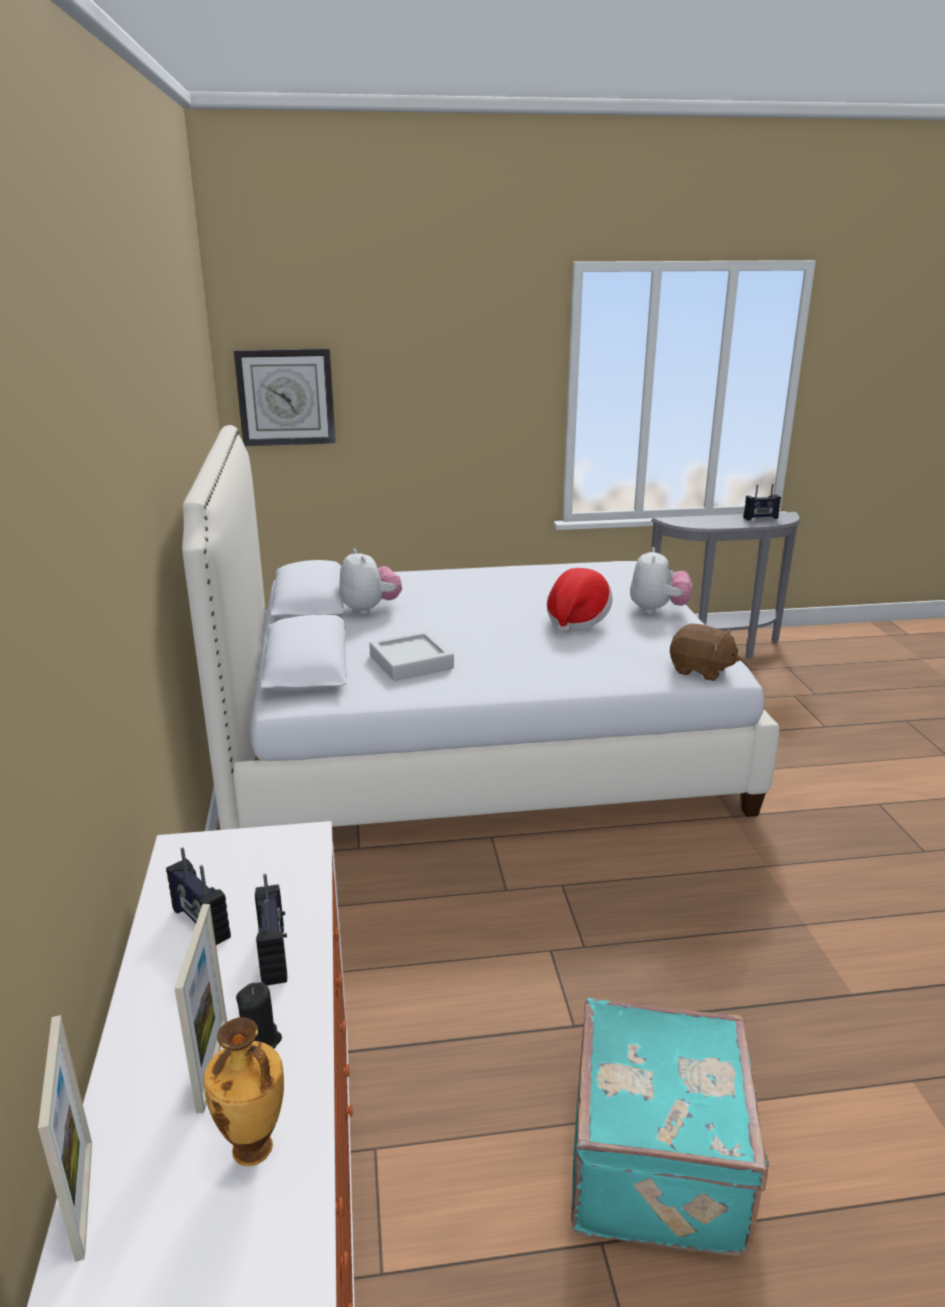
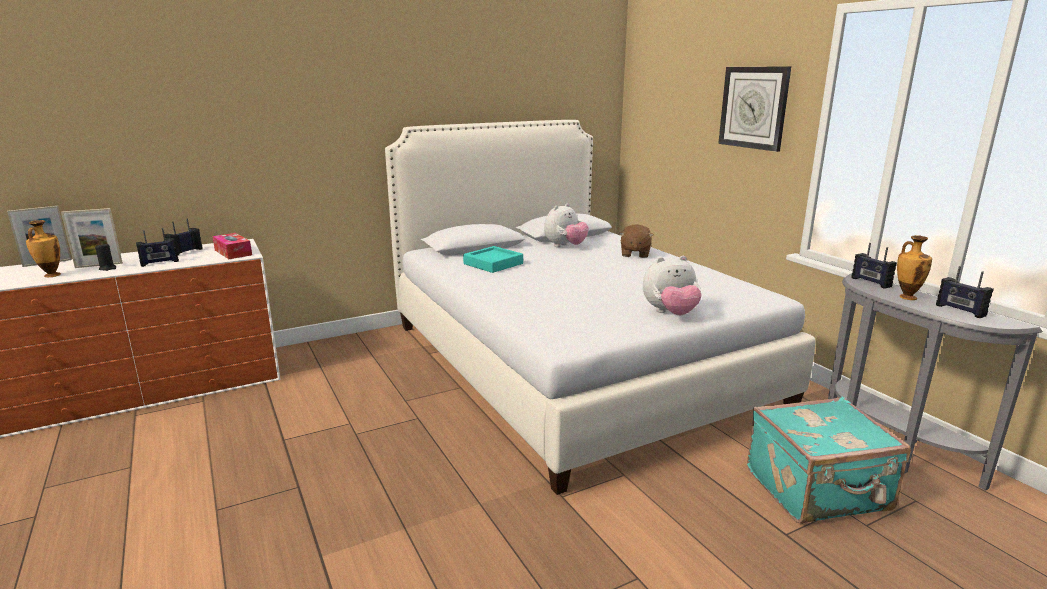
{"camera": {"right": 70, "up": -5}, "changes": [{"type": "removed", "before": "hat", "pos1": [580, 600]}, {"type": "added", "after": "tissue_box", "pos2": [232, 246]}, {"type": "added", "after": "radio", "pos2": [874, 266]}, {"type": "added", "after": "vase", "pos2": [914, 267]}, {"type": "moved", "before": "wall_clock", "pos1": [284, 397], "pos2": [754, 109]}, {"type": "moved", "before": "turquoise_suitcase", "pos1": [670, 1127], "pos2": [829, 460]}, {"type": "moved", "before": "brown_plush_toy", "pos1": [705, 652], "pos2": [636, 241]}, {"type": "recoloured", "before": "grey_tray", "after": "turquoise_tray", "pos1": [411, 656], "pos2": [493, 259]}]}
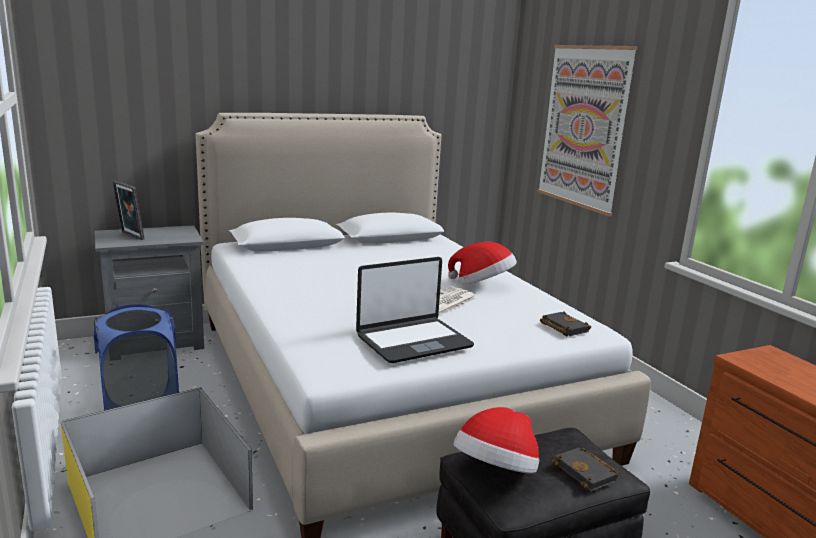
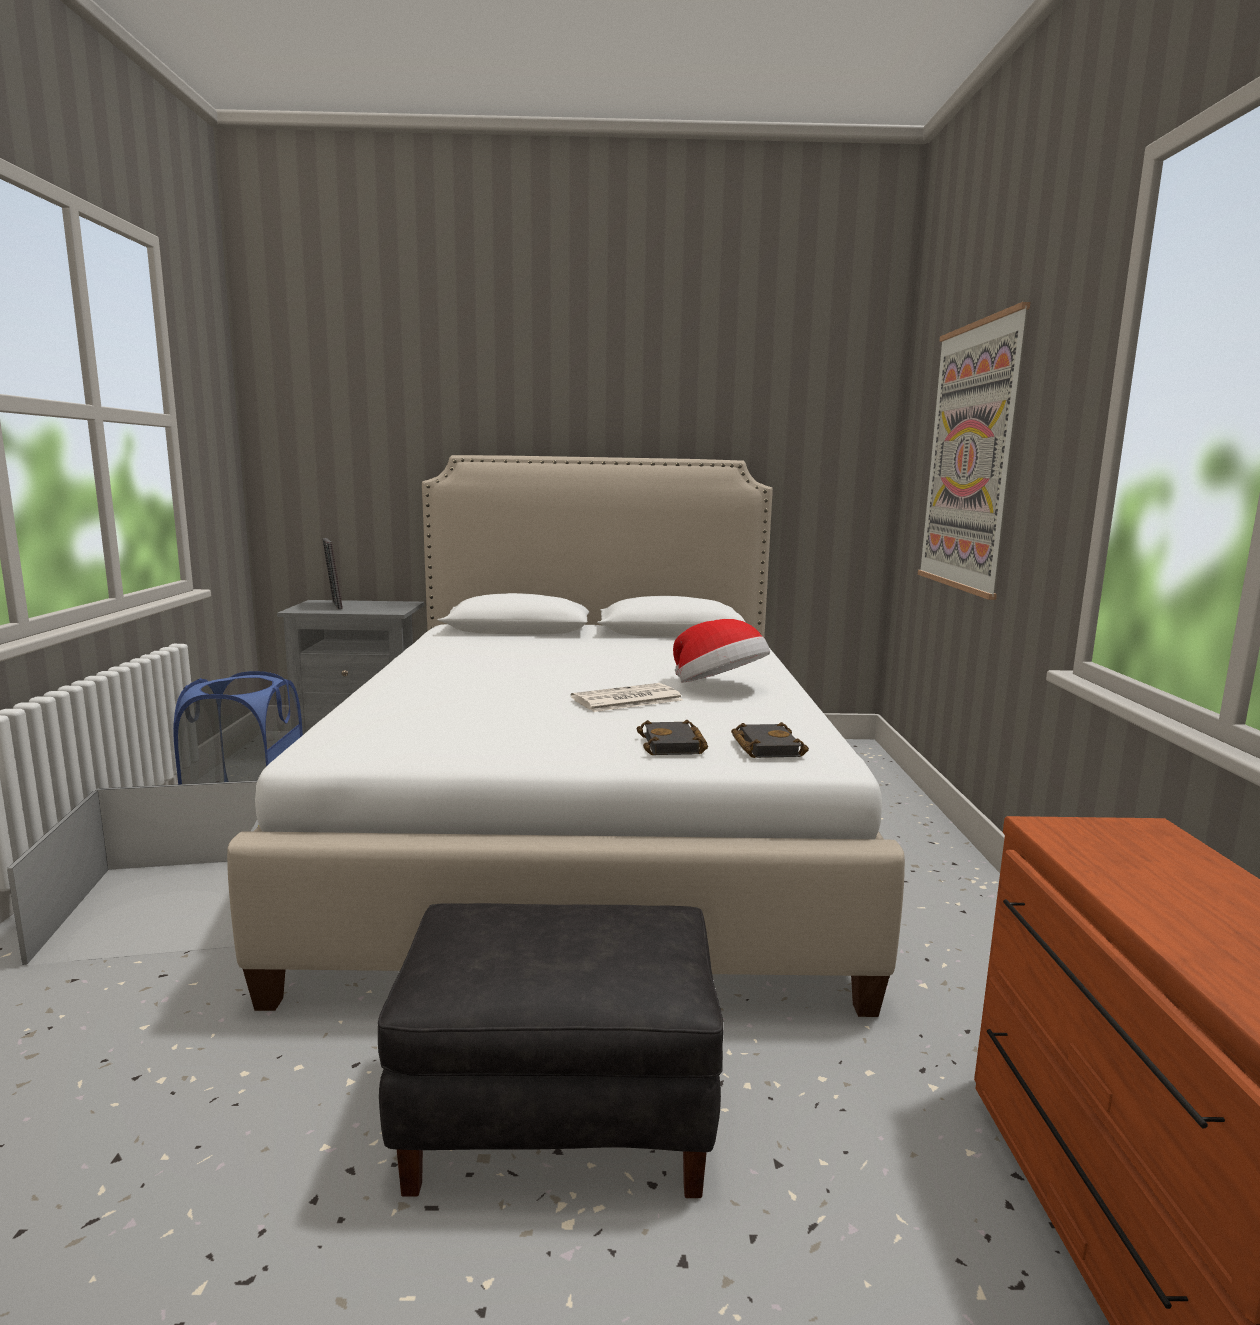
{"camera": {"right": 25, "up": -5}, "changes": [{"type": "removed", "before": "laptop", "pos1": [415, 310]}, {"type": "removed", "before": "hat", "pos1": [496, 440]}, {"type": "moved", "before": "black_book", "pos1": [585, 469], "pos2": [672, 737]}]}
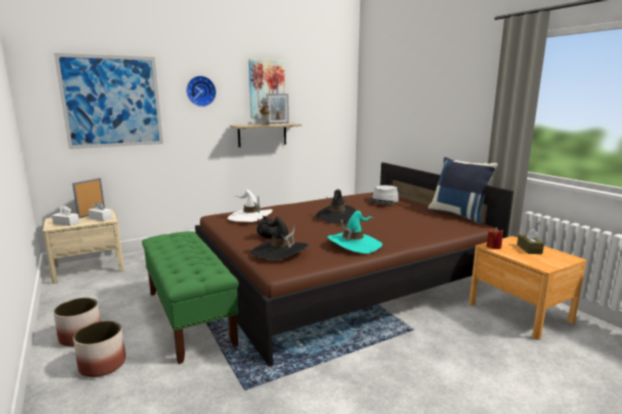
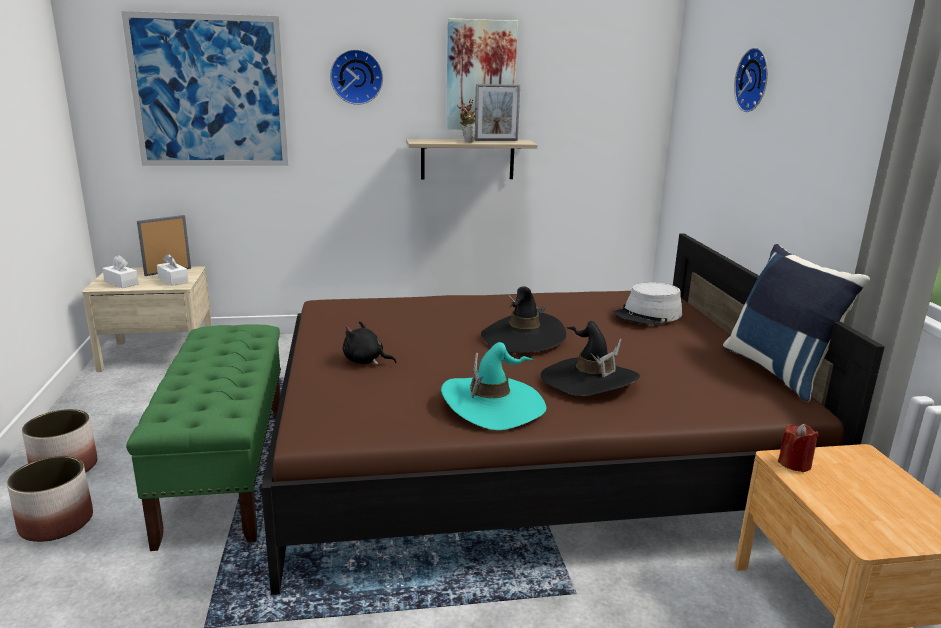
{"camera": {"right": 20, "up": 5}, "changes": [{"type": "removed", "before": "white_hat", "pos1": [249, 206]}, {"type": "removed", "before": "brown_tissue_box", "pos1": [530, 241]}, {"type": "added", "after": "wall_clock", "pos2": [751, 80]}, {"type": "moved", "before": "black_hat", "pos1": [280, 238], "pos2": [590, 358]}]}
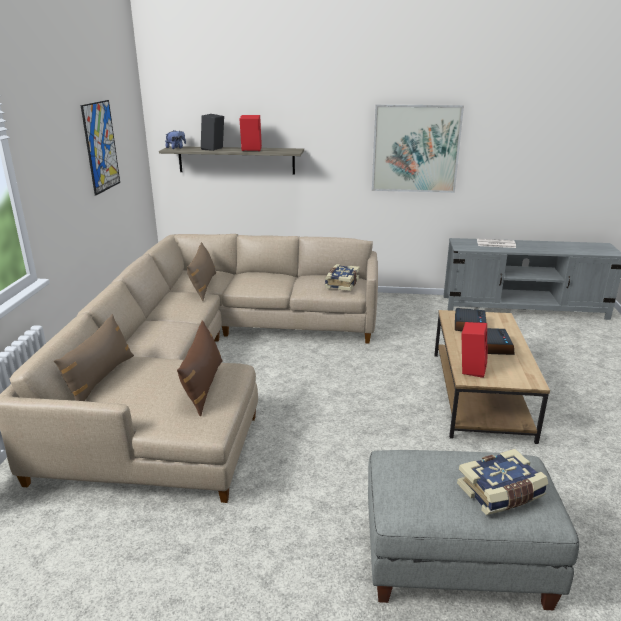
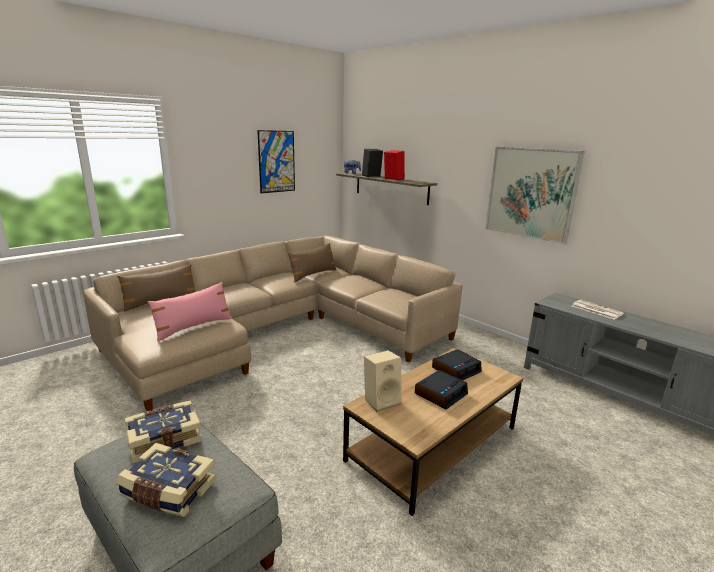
{"camera": {"right": 40, "up": -5}, "changes": [{"type": "moved", "before": "book", "pos1": [342, 277], "pos2": [163, 431]}, {"type": "recoloured", "before": "brown_pillow", "after": "pink_pillow", "pos1": [200, 368], "pos2": [190, 312]}, {"type": "recoloured", "before": "red_speaker", "after": "beige_speaker", "pos1": [475, 350], "pos2": [383, 381]}]}
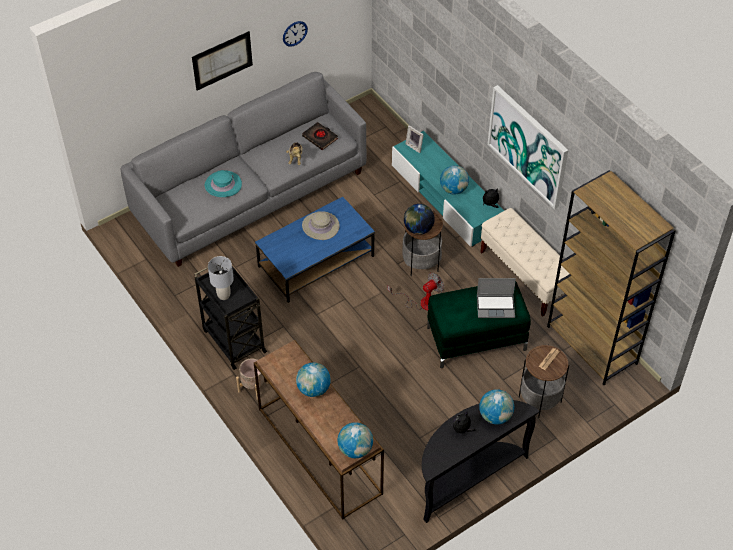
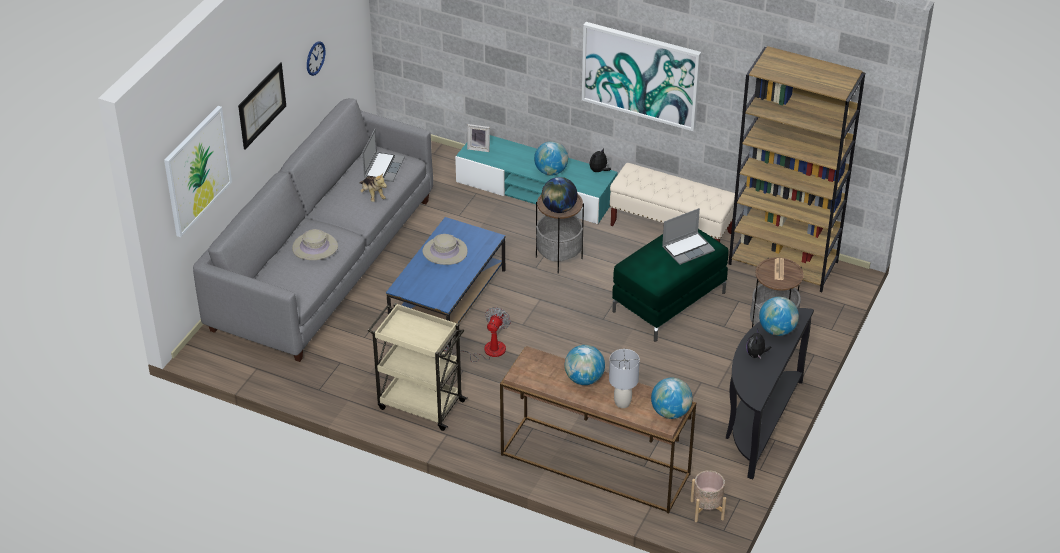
{"camera": {"right": -30, "up": -10}, "changes": [{"type": "added", "after": "picture", "pos2": [198, 171]}, {"type": "moved", "before": "grey_table_lamp", "pos1": [221, 278], "pos2": [624, 378]}, {"type": "moved", "before": "beige_planter", "pos1": [252, 379], "pos2": [708, 496]}, {"type": "moved", "before": "fan", "pos1": [415, 292], "pos2": [477, 334]}, {"type": "replaced", "before": "black_book", "after": "laptop", "pos1": [320, 136], "pos2": [383, 155]}, {"type": "recoloured", "before": "black_cart", "after": "beige_cart", "pos1": [230, 318], "pos2": [417, 367]}, {"type": "recoloured", "before": "turquoise_hat", "after": "beige_hat", "pos1": [223, 183], "pos2": [315, 244]}]}
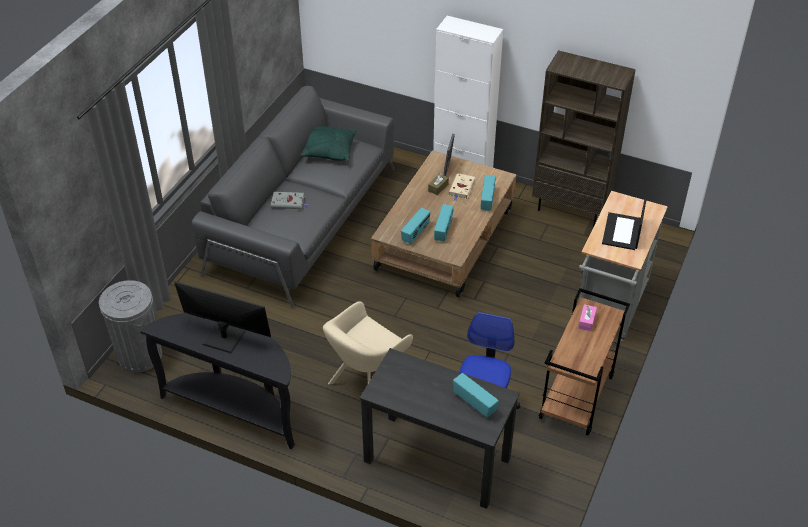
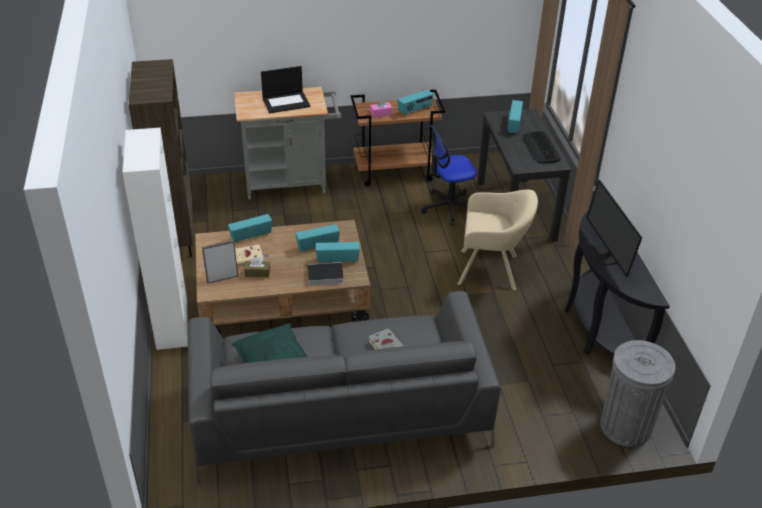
{"camera": {"right": -125, "up": -5}, "changes": [{"type": "added", "after": "book", "pos2": [322, 273]}, {"type": "added", "after": "radio", "pos2": [416, 102]}, {"type": "added", "after": "keyboard", "pos2": [542, 147]}]}
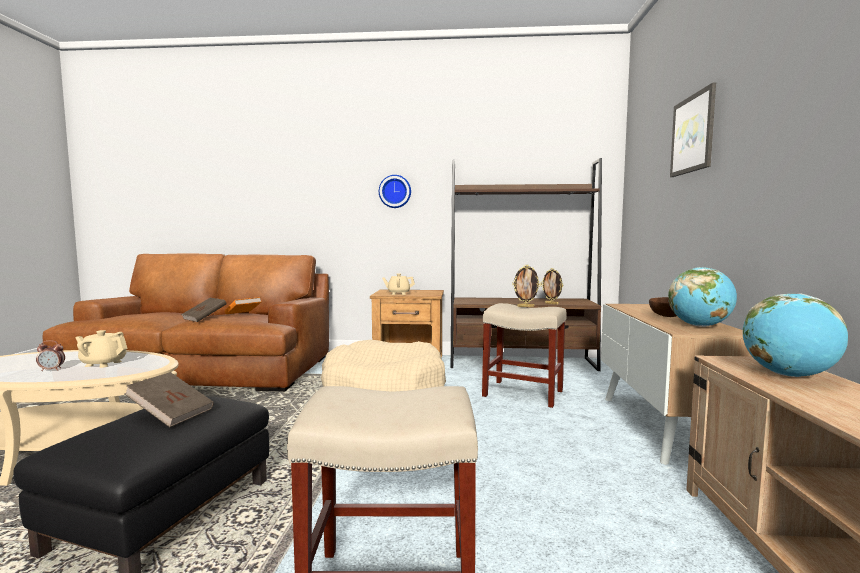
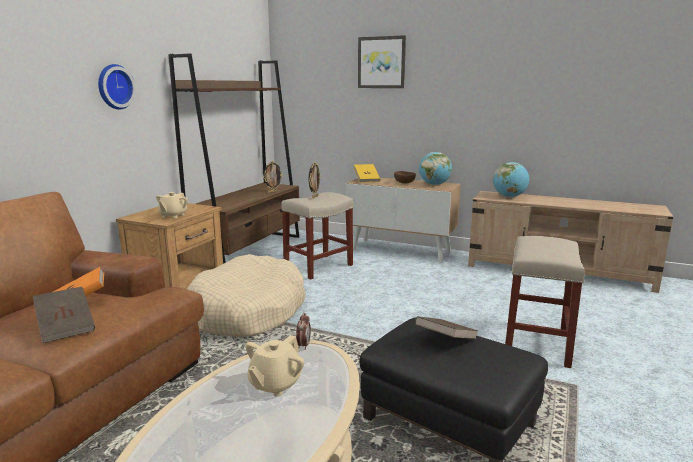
{"camera": {"right": -70, "up": 10}, "changes": [{"type": "added", "after": "yellow_book", "pos2": [367, 173]}, {"type": "moved", "before": "alarm_clock", "pos1": [50, 355], "pos2": [303, 331]}]}
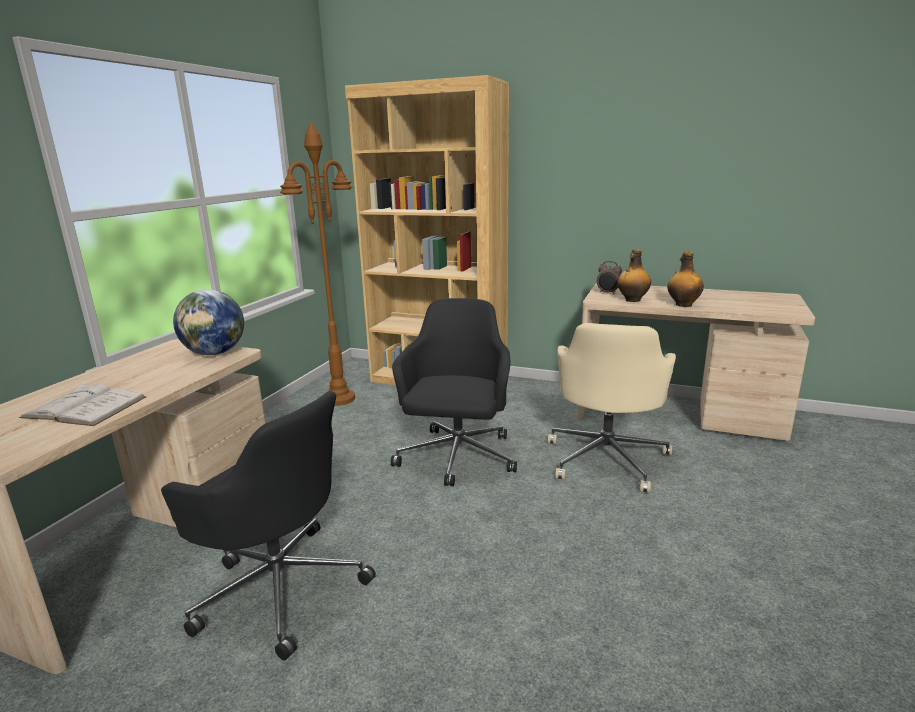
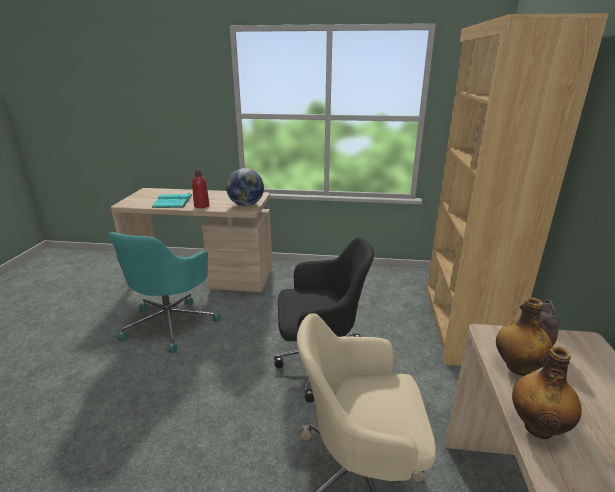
{"camera": {"right": 75, "up": 5}, "changes": [{"type": "removed", "before": "brown_floor_lamp", "pos1": [317, 264]}, {"type": "added", "after": "red_bottle", "pos2": [200, 189]}, {"type": "recoloured", "before": "white_book", "after": "turquoise_book", "pos1": [82, 405], "pos2": [172, 200]}, {"type": "recoloured", "before": "black_office_chair", "after": "turquoise_office_chair", "pos1": [268, 525], "pos2": [164, 292]}]}
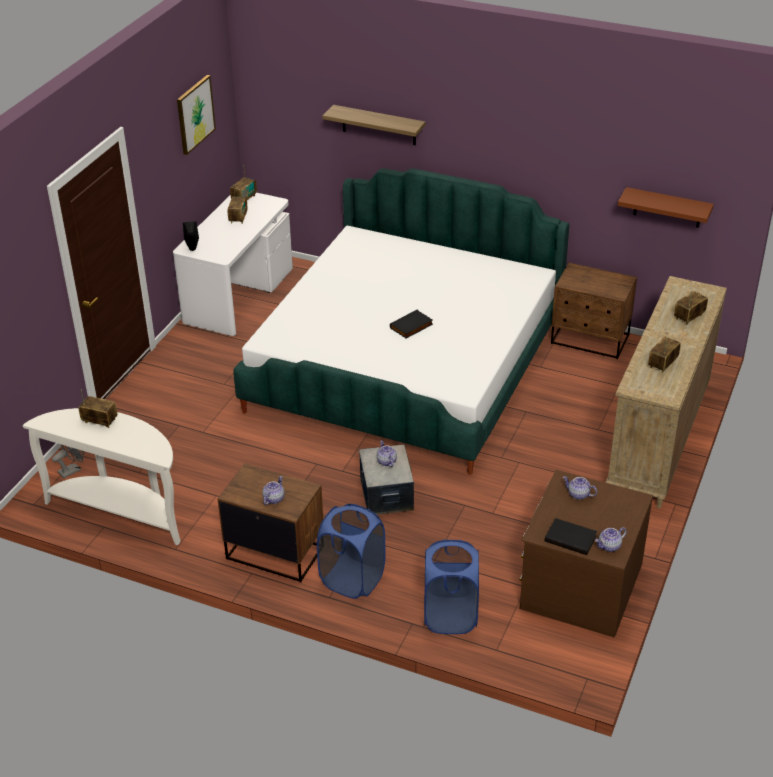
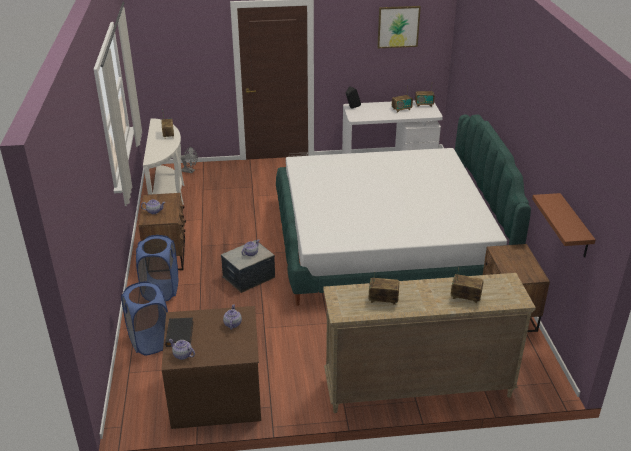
{"camera": {"right": 60, "up": -5}, "changes": [{"type": "removed", "before": "shelf", "pos1": [373, 125]}, {"type": "removed", "before": "black_book", "pos1": [411, 324]}]}
